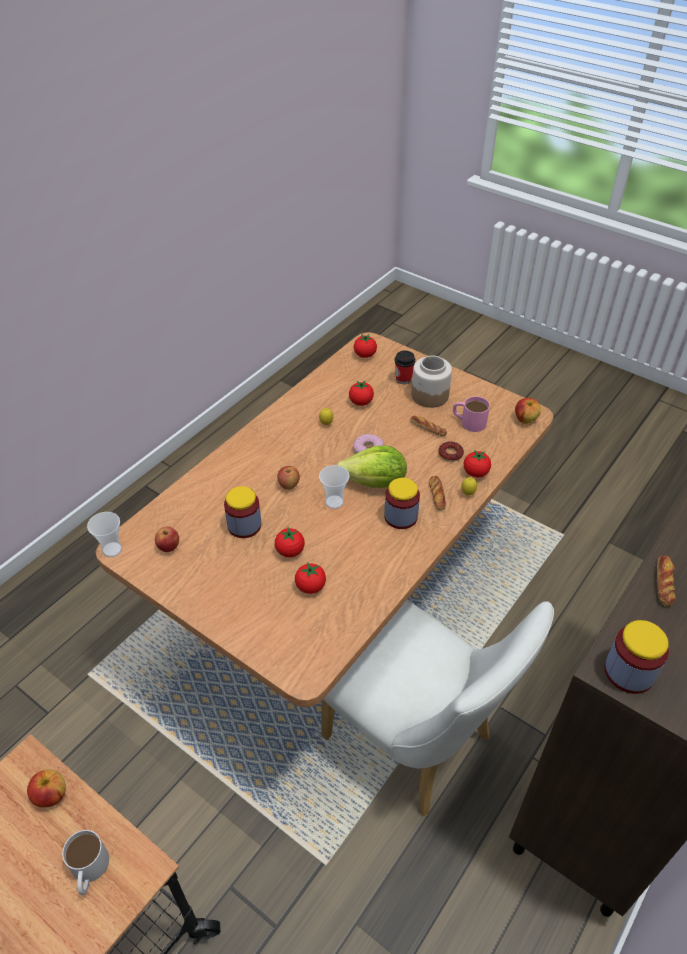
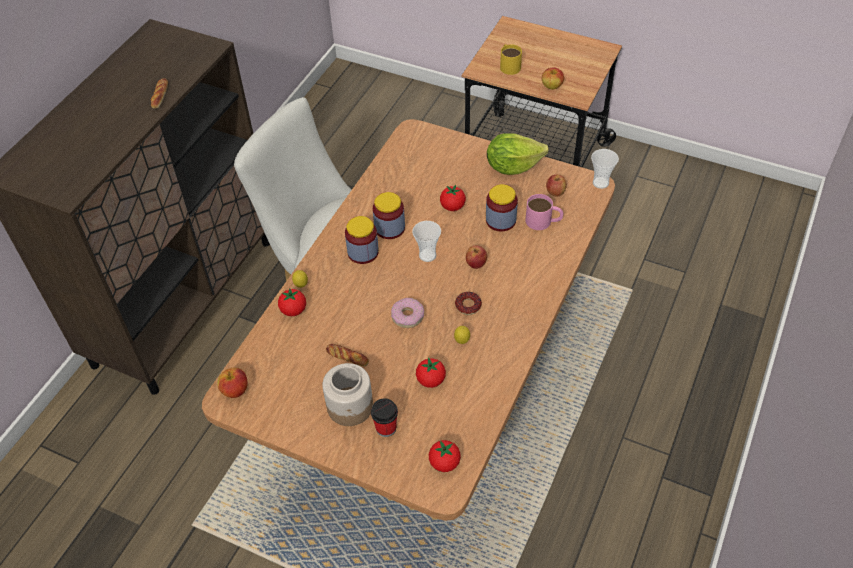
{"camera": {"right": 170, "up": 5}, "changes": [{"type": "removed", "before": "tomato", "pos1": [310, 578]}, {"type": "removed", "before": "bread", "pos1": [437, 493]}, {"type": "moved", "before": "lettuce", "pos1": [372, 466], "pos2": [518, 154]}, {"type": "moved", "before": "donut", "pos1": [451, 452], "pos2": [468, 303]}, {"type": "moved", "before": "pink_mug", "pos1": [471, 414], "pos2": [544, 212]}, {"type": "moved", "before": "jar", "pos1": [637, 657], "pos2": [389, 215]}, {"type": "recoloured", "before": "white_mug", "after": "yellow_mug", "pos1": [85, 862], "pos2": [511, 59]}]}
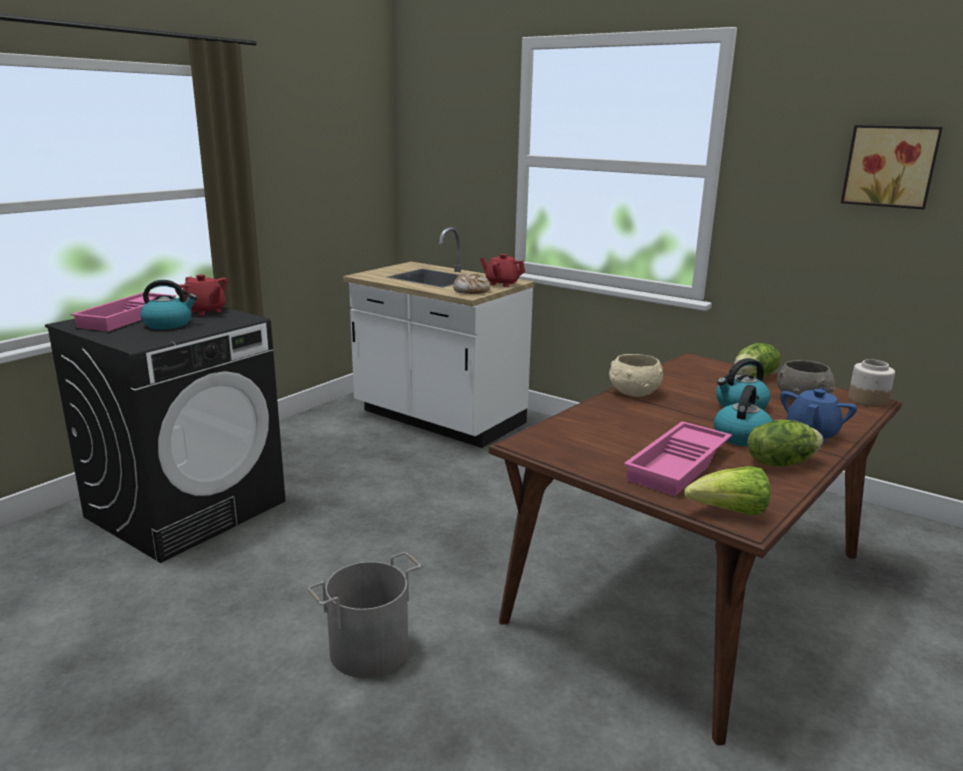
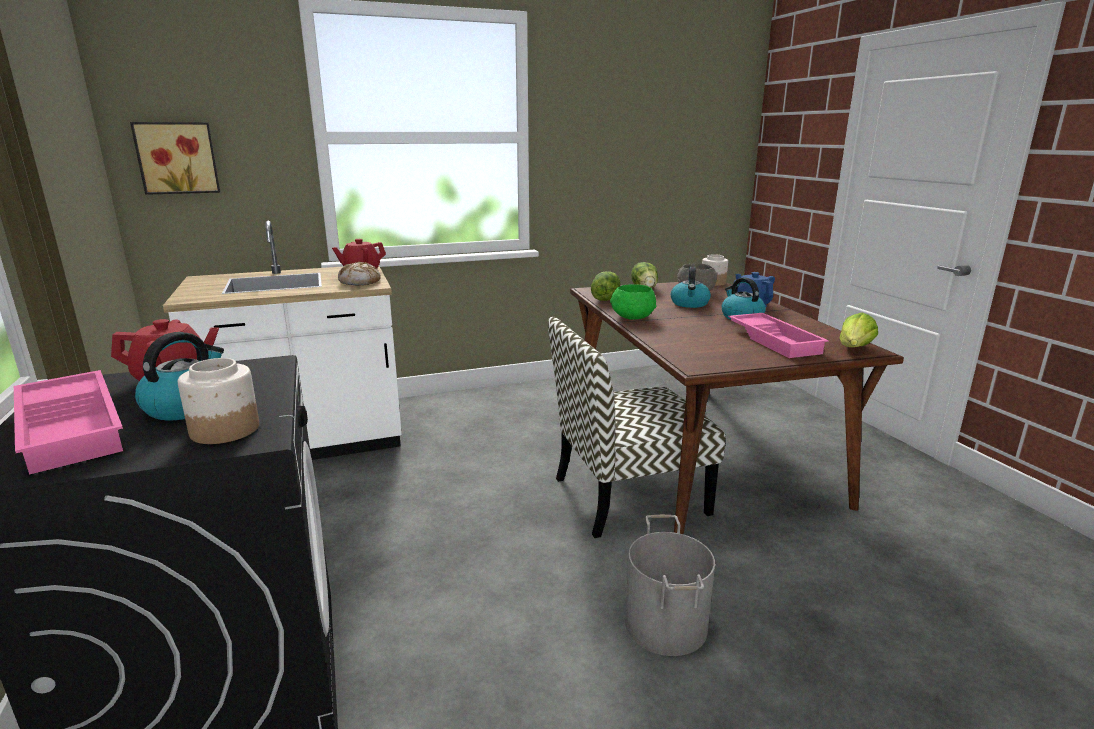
{"camera": {"right": -55, "up": 0}, "changes": [{"type": "added", "after": "jar", "pos2": [218, 401]}, {"type": "added", "after": "chair", "pos2": [637, 427]}, {"type": "moved", "before": "lettuce", "pos1": [785, 443], "pos2": [605, 286]}, {"type": "moved", "before": "picture", "pos1": [892, 167], "pos2": [175, 158]}, {"type": "recoloured", "before": "beige_bowl", "after": "green_bowl", "pos1": [636, 375], "pos2": [633, 302]}]}
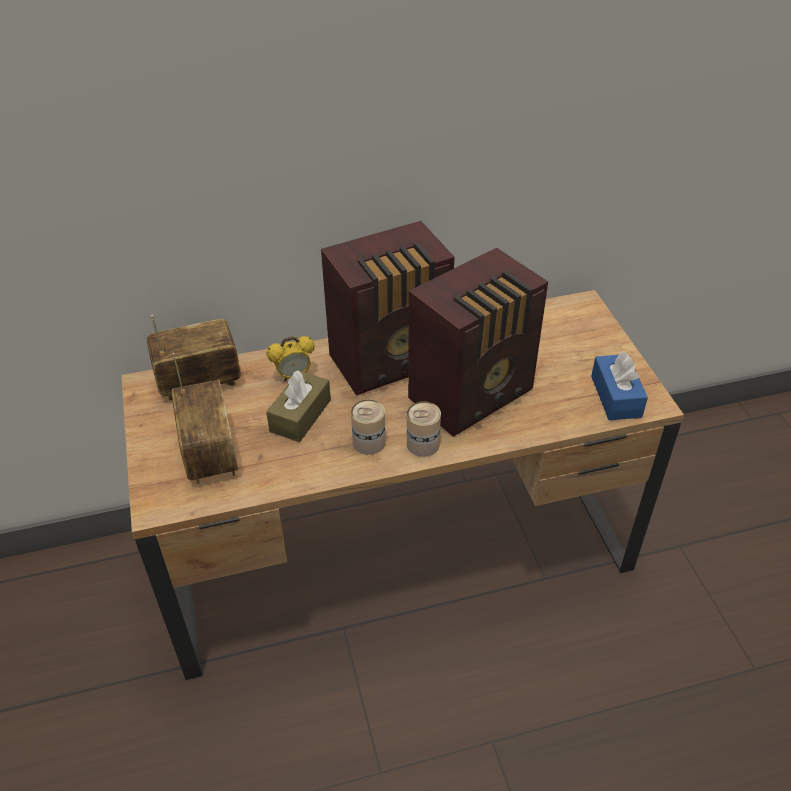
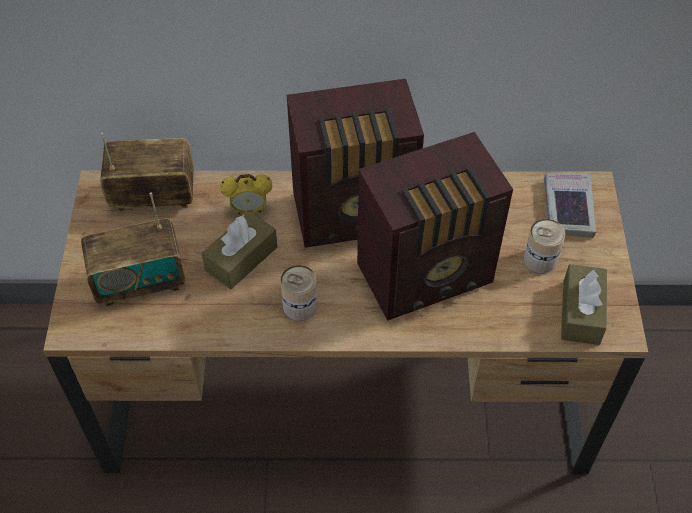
{"camera": {"right": 15, "up": 10}, "changes": [{"type": "added", "after": "book", "pos2": [570, 205]}, {"type": "moved", "before": "can", "pos1": [424, 429], "pos2": [544, 246]}, {"type": "recoloured", "before": "blue_tissue_box", "after": "brown_tissue_box", "pos1": [619, 385], "pos2": [584, 304]}, {"type": "turned", "before": "radio", "pos1": [204, 418], "pos2": [133, 249], "turn": 75}]}
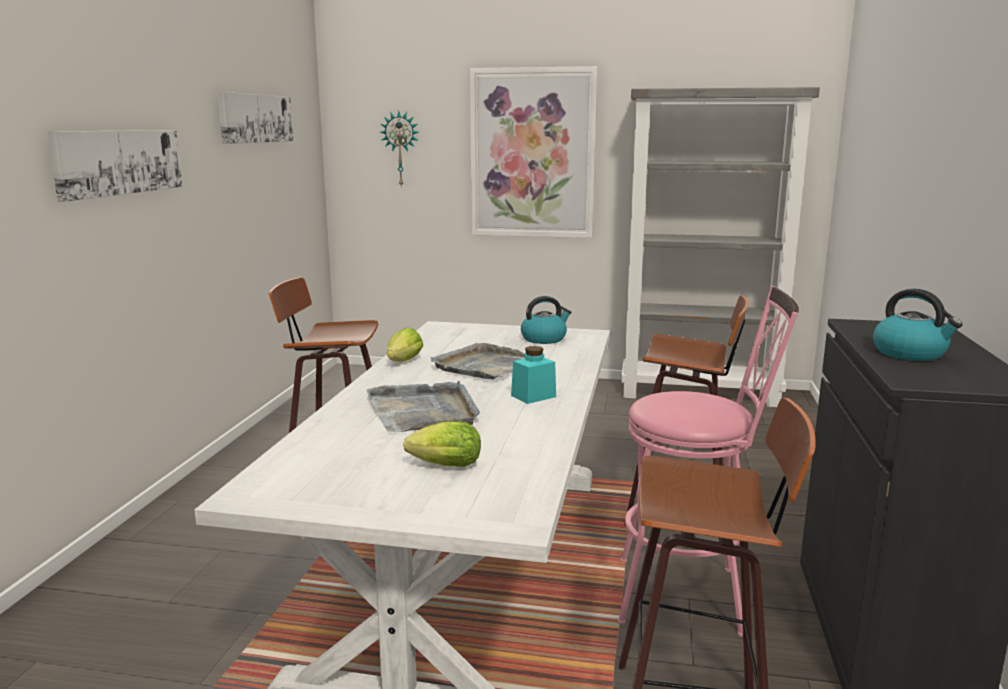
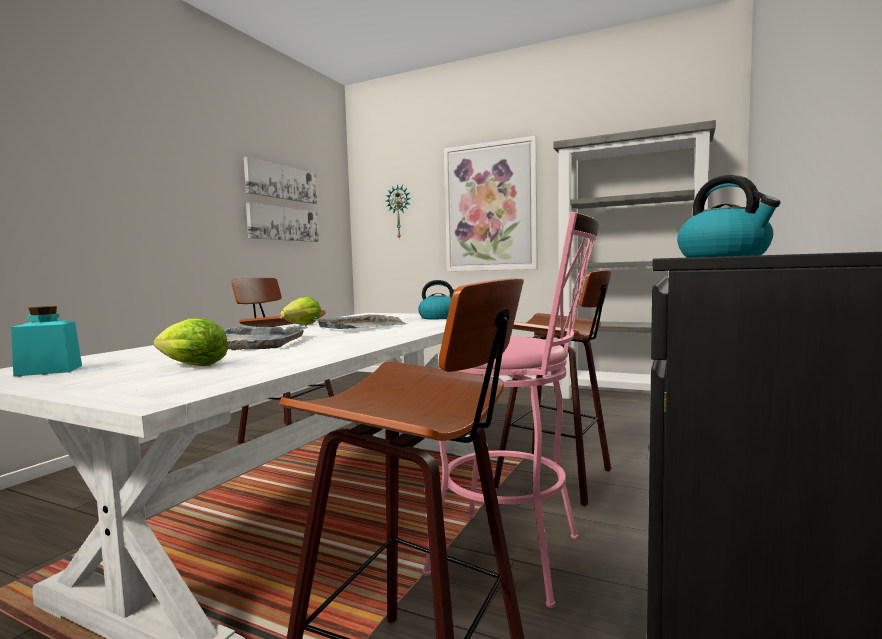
{"camera": {"right": 15, "up": -10}, "changes": [{"type": "moved", "before": "picture", "pos1": [114, 166], "pos2": [282, 222]}, {"type": "moved", "before": "turquoise_jar", "pos1": [533, 375], "pos2": [46, 341]}]}
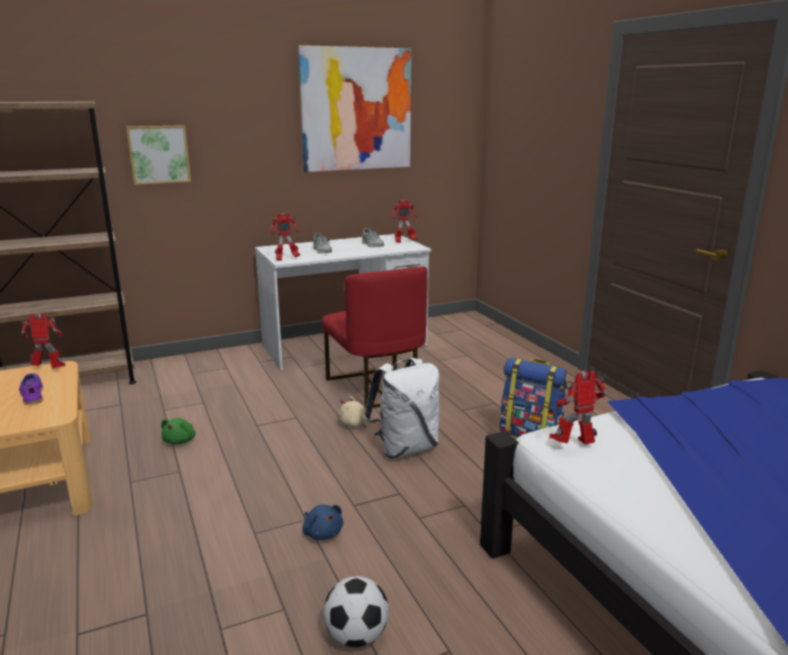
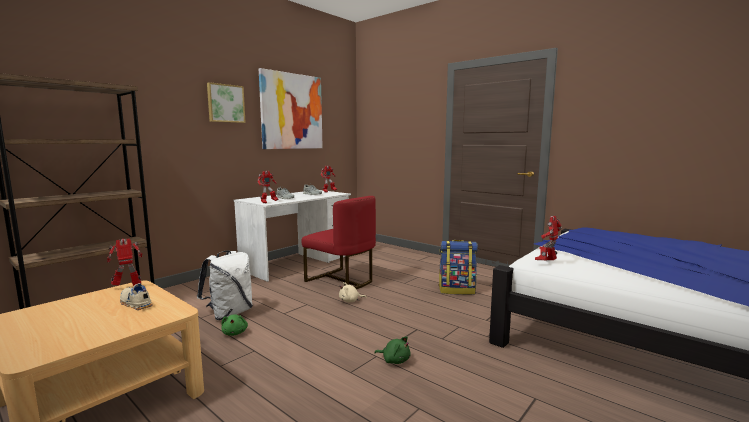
{"camera": {"right": -25, "up": -10}, "changes": [{"type": "removed", "before": "football", "pos1": [356, 611]}, {"type": "moved", "before": "picture", "pos1": [158, 155], "pos2": [226, 102]}, {"type": "moved", "before": "white_backpack", "pos1": [402, 408], "pos2": [225, 285]}, {"type": "recoloured", "before": "purple_shoe", "after": "beige_shoe", "pos1": [31, 389], "pos2": [136, 296]}, {"type": "recoloured", "before": "blue_plush_toy", "after": "green_plush_toy", "pos1": [323, 522], "pos2": [392, 350]}]}
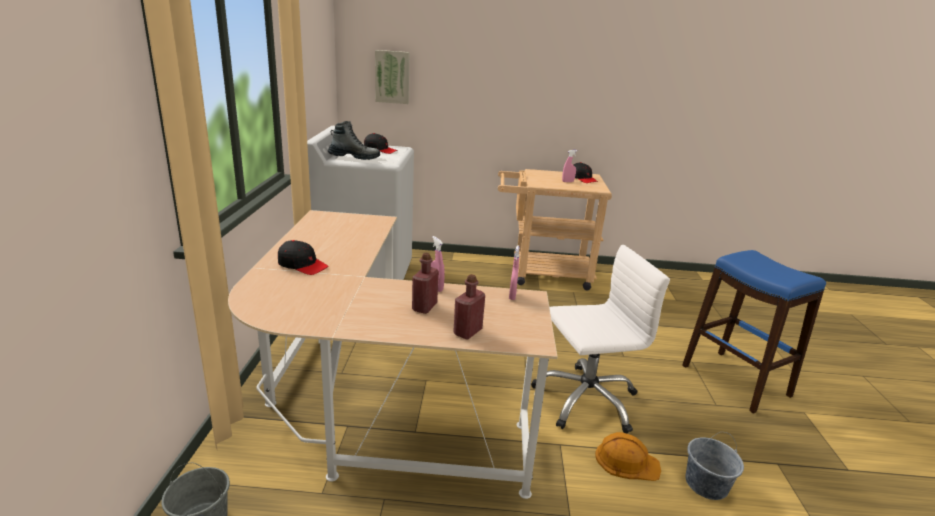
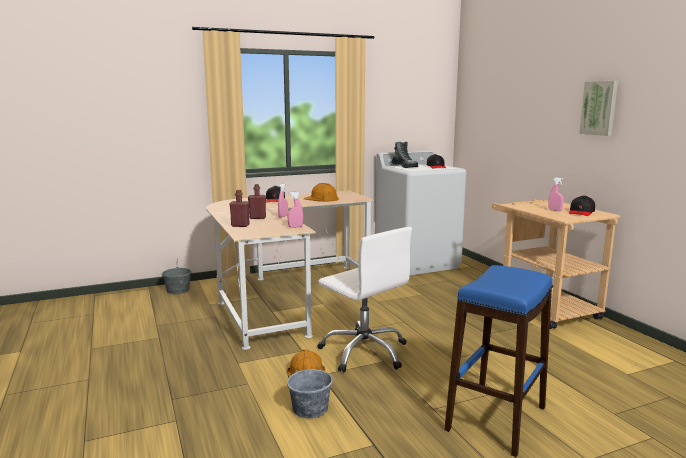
{"camera": {"right": 65, "up": -10}, "changes": [{"type": "added", "after": "orange_hard_hat", "pos2": [321, 192]}, {"type": "moved", "before": "picture", "pos1": [392, 77], "pos2": [598, 108]}]}
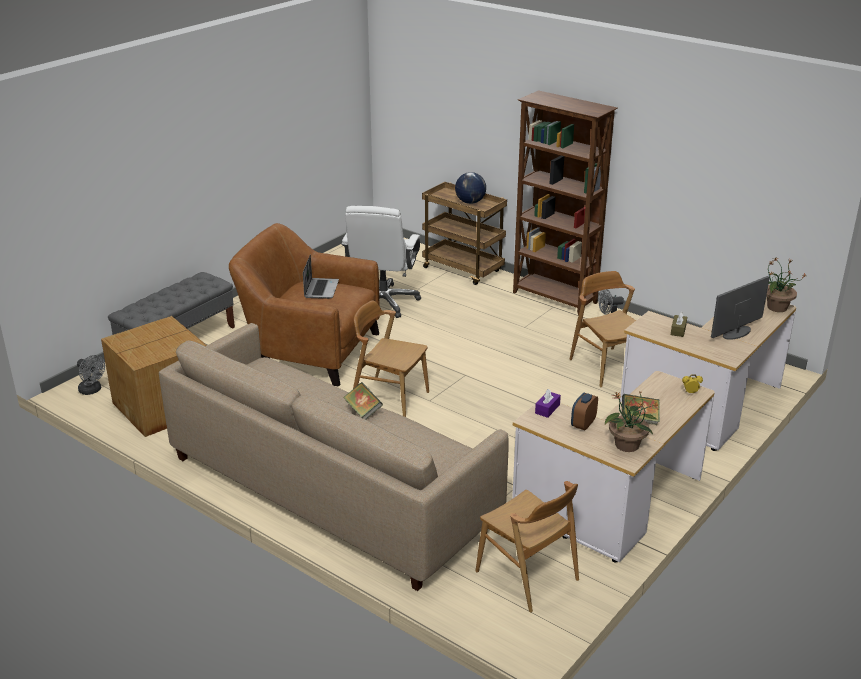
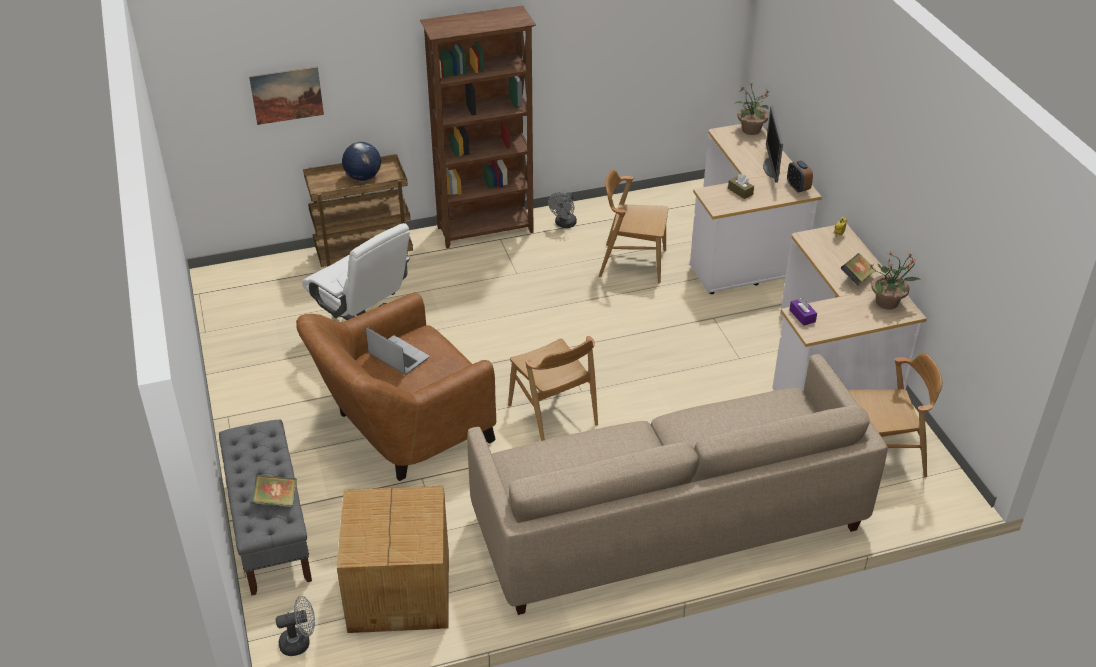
{"camera": {"right": -55, "up": 10}, "changes": [{"type": "added", "after": "picture", "pos2": [286, 96]}, {"type": "moved", "before": "book", "pos1": [363, 401], "pos2": [274, 491]}, {"type": "moved", "before": "alarm_clock", "pos1": [584, 411], "pos2": [800, 176]}, {"type": "turned", "before": "brown_chair", "pos1": [391, 358], "pos2": [553, 388], "turn": -90}]}
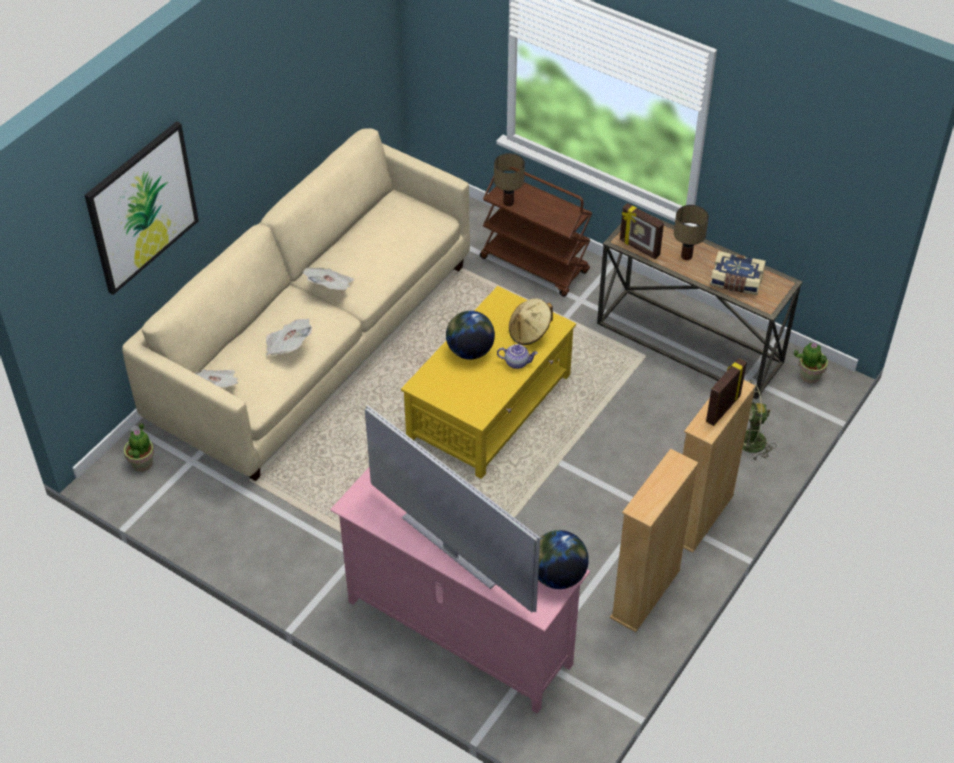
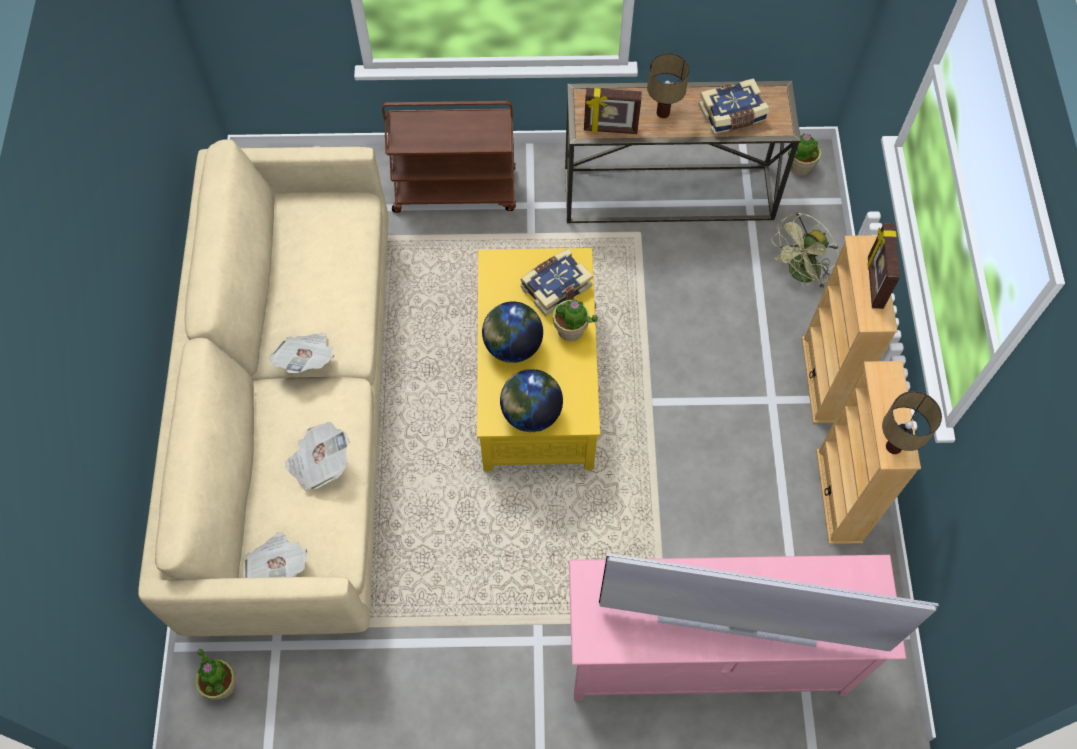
{"camera": {"right": -35, "up": 15}, "changes": [{"type": "removed", "before": "picture", "pos1": [141, 208]}, {"type": "moved", "before": "table_lamp", "pos1": [509, 179], "pos2": [912, 422]}, {"type": "moved", "before": "globe", "pos1": [563, 559], "pos2": [531, 400]}, {"type": "replaced", "before": "teapot", "after": "potted_plant", "pos1": [517, 356], "pos2": [575, 320]}, {"type": "replaced", "before": "beige_hat", "after": "book", "pos1": [531, 321], "pos2": [556, 283]}]}
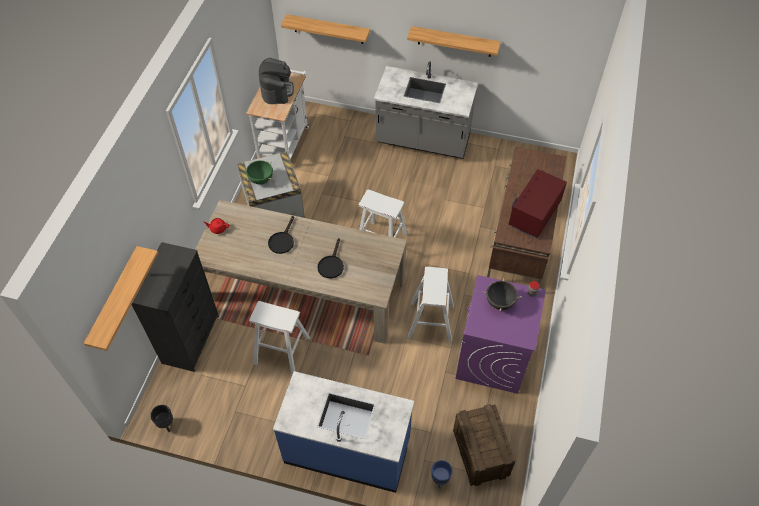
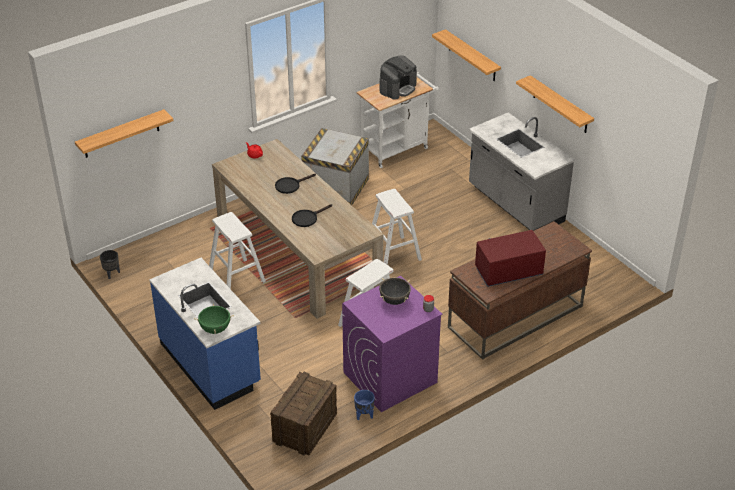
{"camera": {"right": 40, "up": -15}, "changes": [{"type": "removed", "before": "black_dresser", "pos1": [175, 307]}, {"type": "moved", "before": "green_cooking_pot", "pos1": [259, 172], "pos2": [214, 318]}, {"type": "moved", "before": "blue_planter", "pos1": [442, 474], "pos2": [364, 405]}]}
